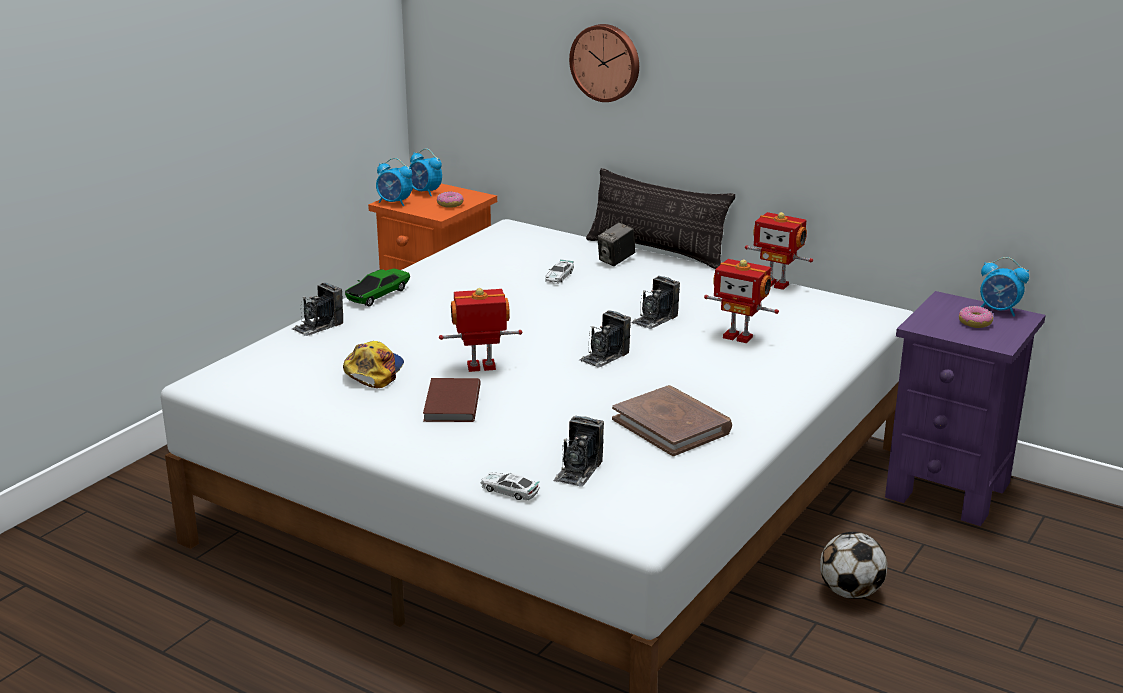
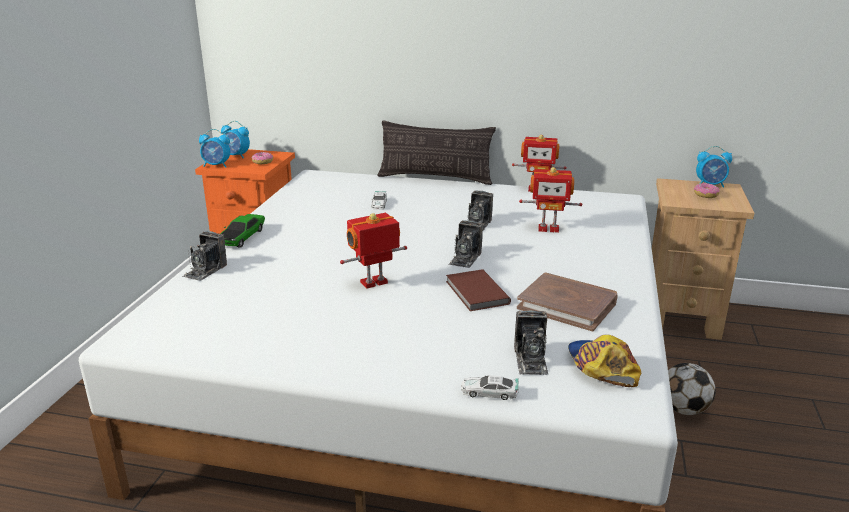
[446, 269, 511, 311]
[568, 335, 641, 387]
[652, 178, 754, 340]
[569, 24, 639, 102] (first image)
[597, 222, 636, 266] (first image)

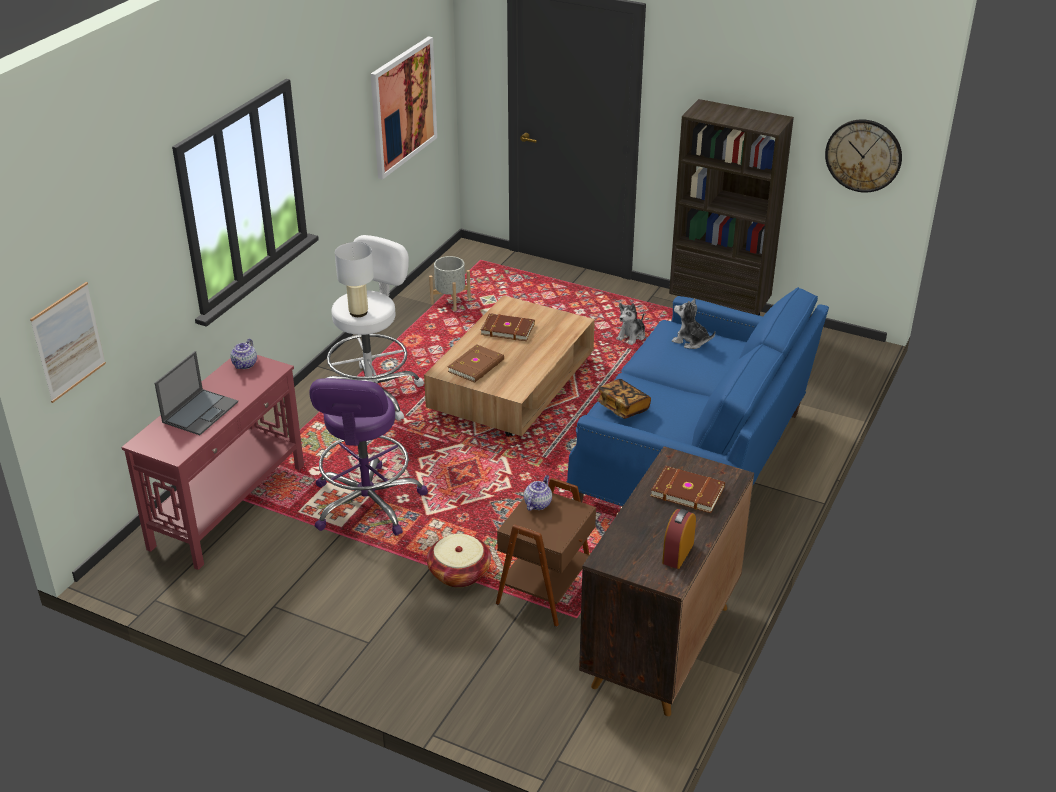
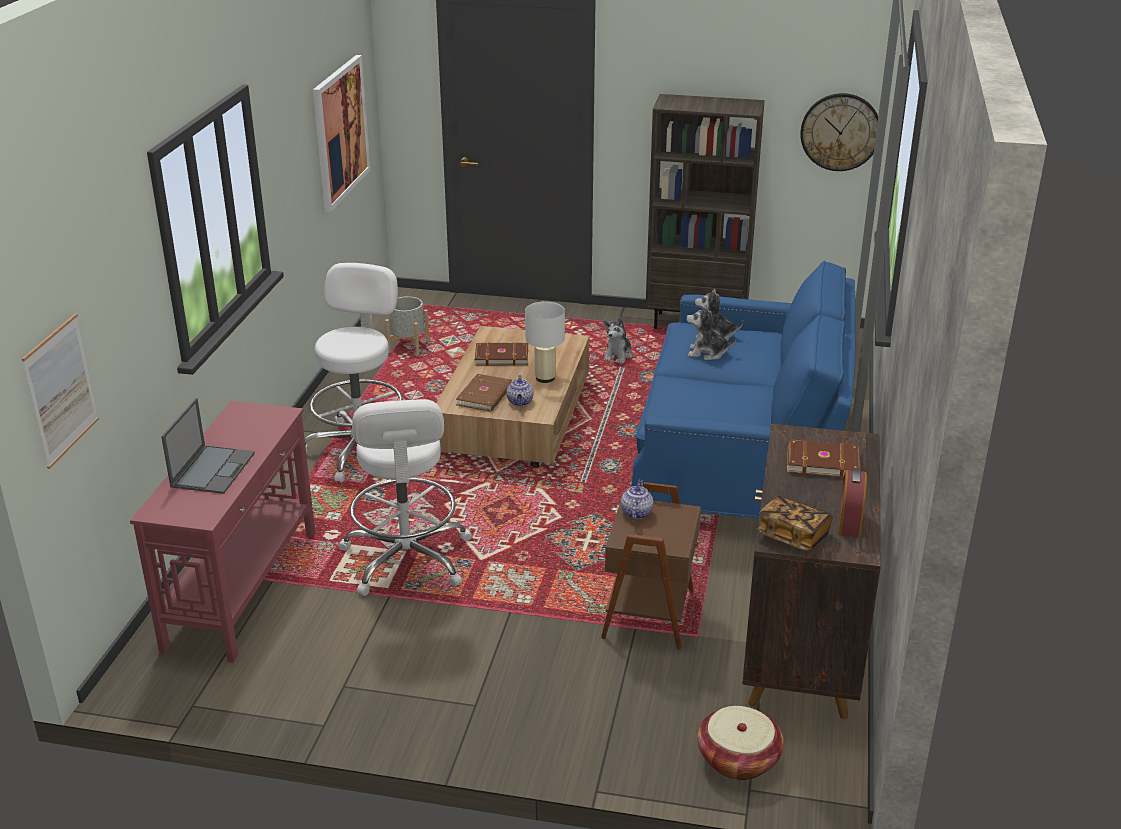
[338, 399, 472, 596]
[507, 375, 534, 406]
[525, 301, 565, 383]
[687, 305, 736, 361]
[697, 706, 784, 780]
[756, 496, 833, 551]

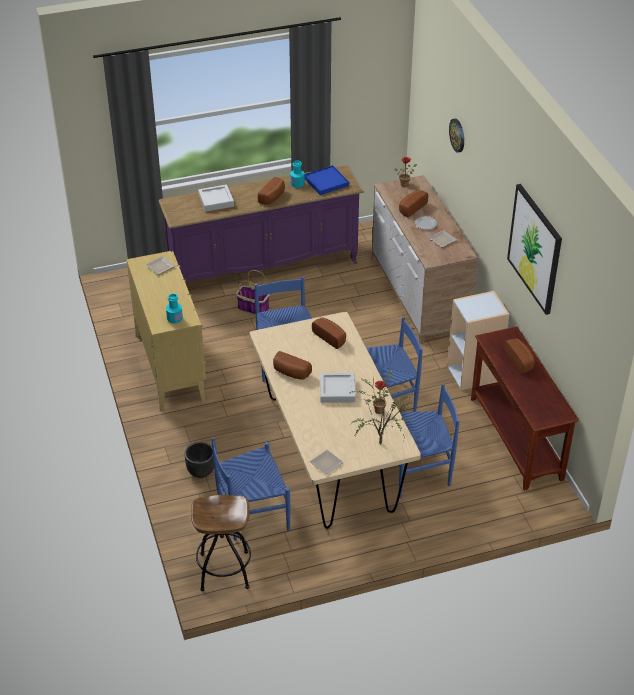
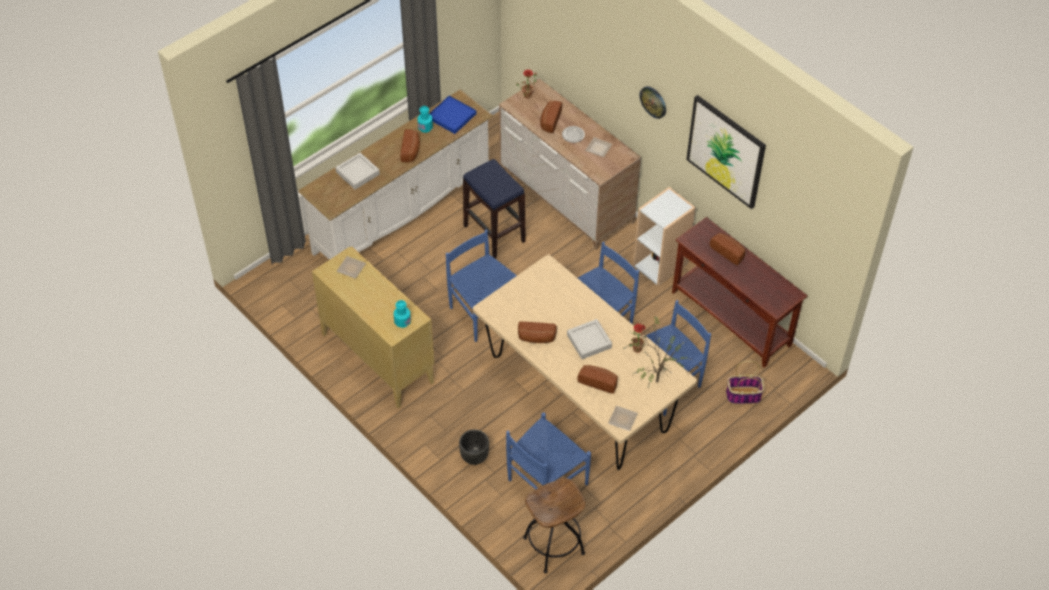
[298, 89, 493, 259]
[463, 159, 526, 258]
[577, 365, 618, 394]
[640, 86, 666, 119]
[726, 361, 764, 404]

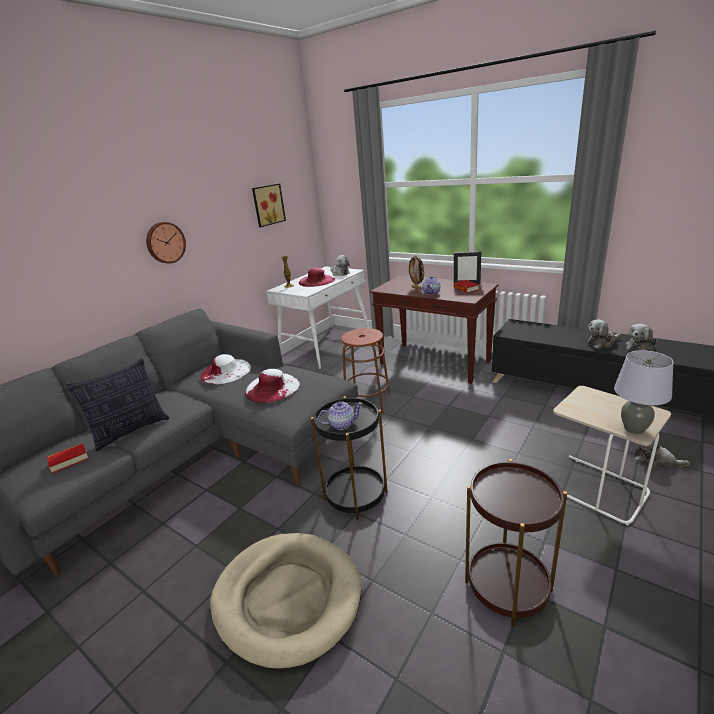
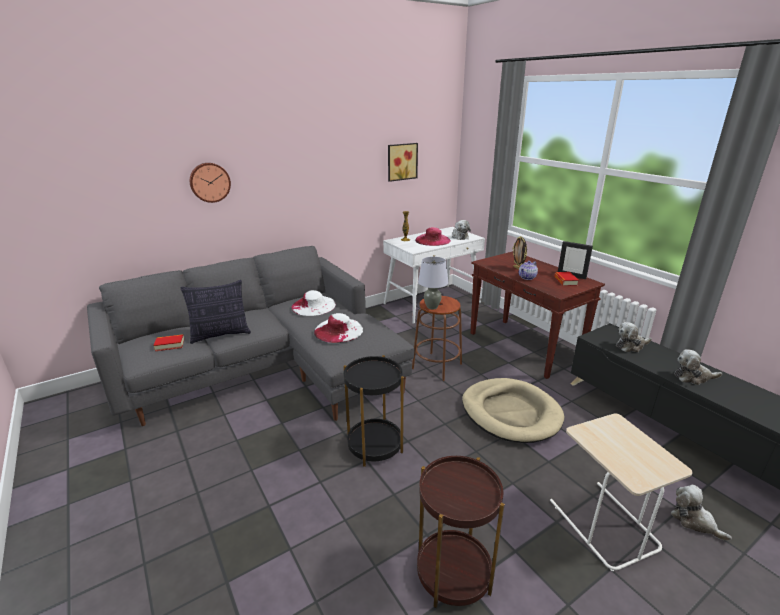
[190, 163, 231, 203]
[418, 257, 449, 309]
[462, 378, 564, 443]
[616, 322, 652, 352]
[318, 401, 362, 430] (first image)

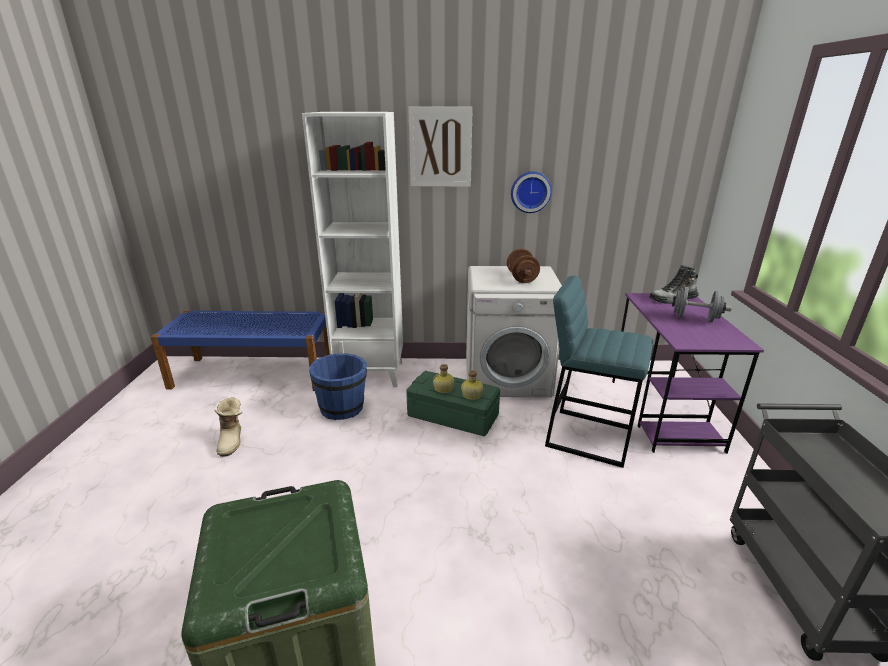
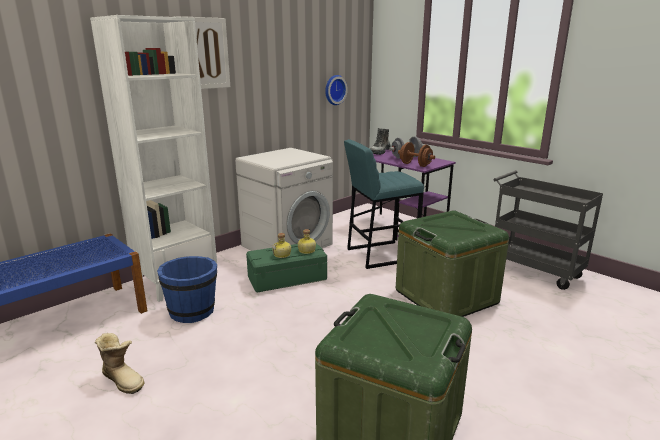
[325, 75, 348, 105]
[396, 210, 509, 317]
[398, 142, 435, 167]

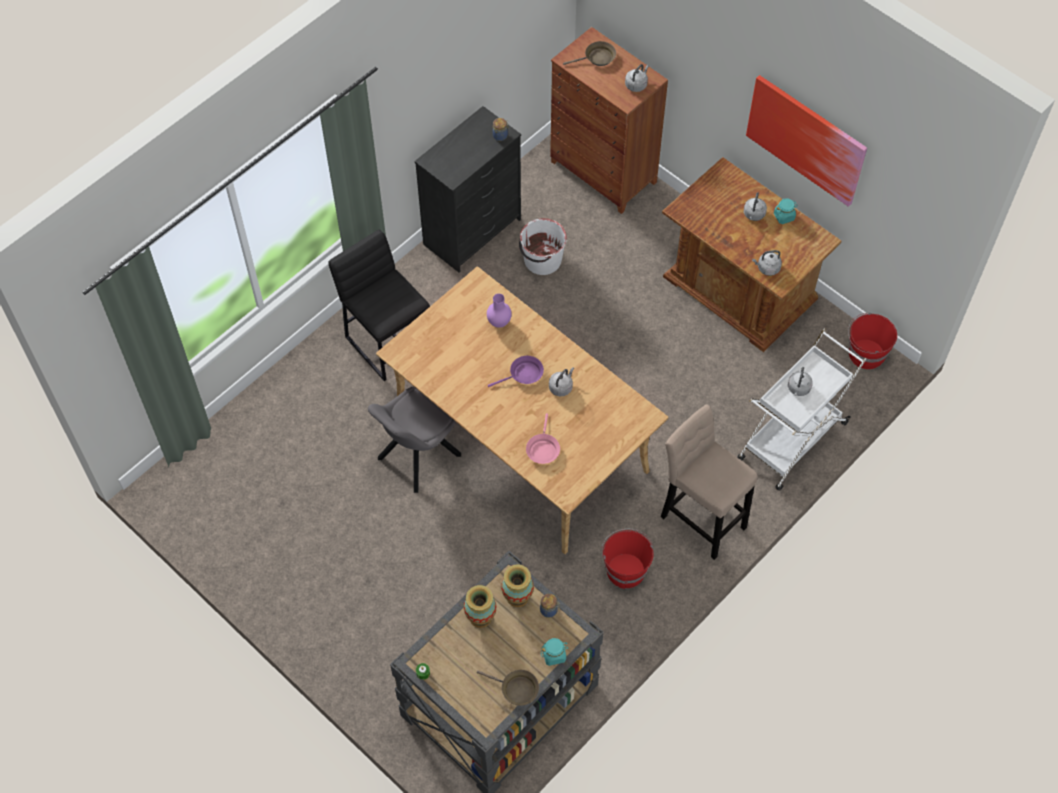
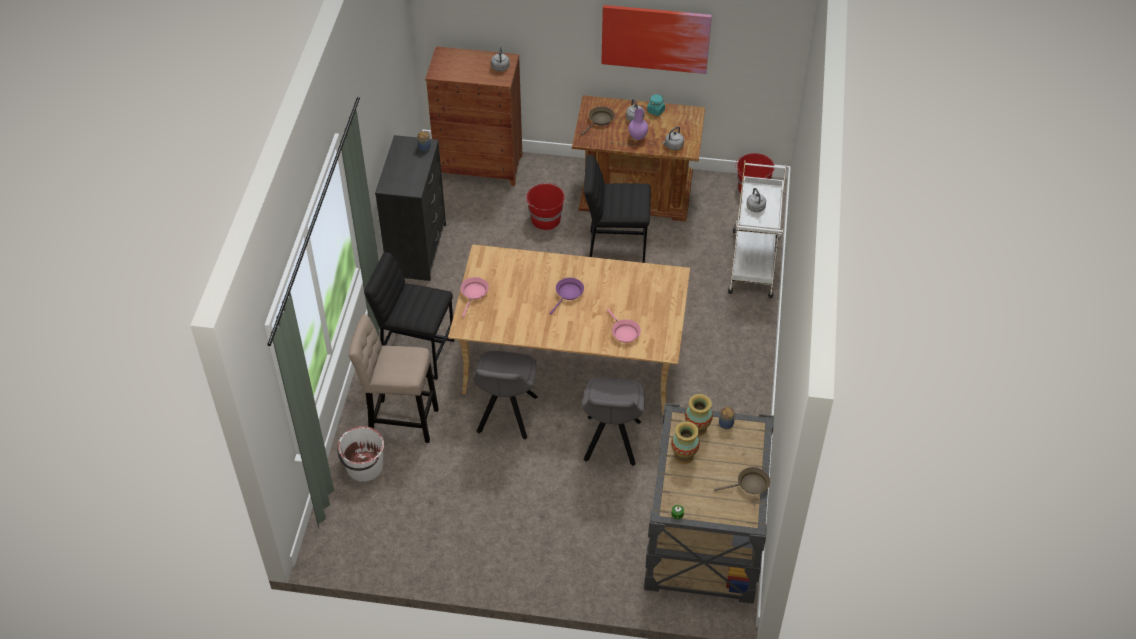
[337, 426, 384, 482]
[348, 314, 439, 443]
[460, 277, 489, 317]
[525, 182, 565, 230]
[581, 107, 615, 136]
[582, 377, 645, 466]
[584, 155, 651, 263]
[628, 108, 648, 140]
[541, 638, 569, 666] (first image)
[549, 367, 574, 396] (first image)

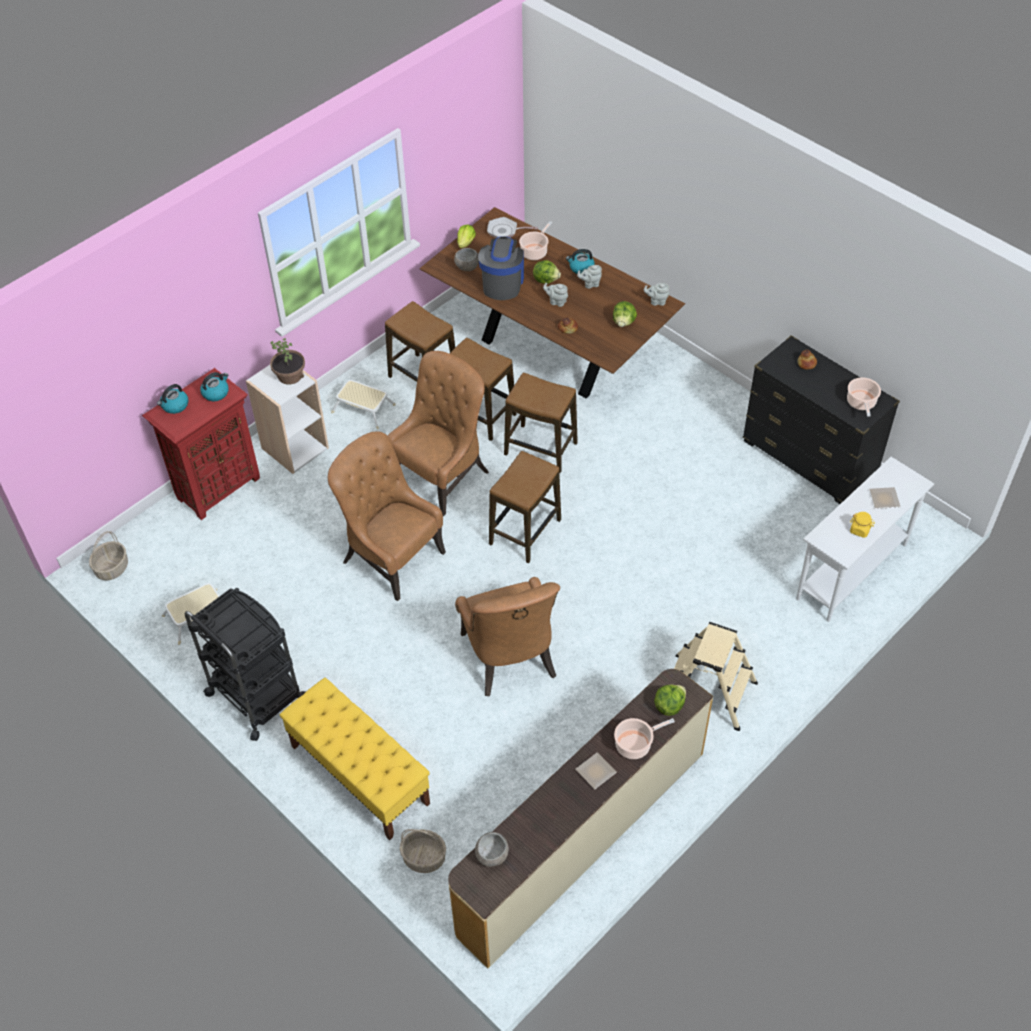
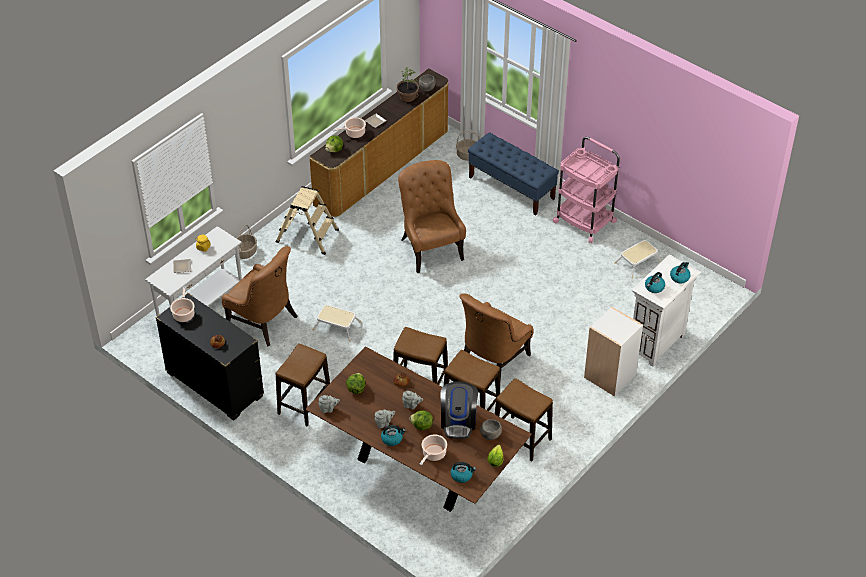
[222, 246, 297, 347]
[236, 225, 257, 259]
[275, 343, 330, 426]
[312, 305, 362, 342]
[396, 67, 419, 102]
[451, 462, 476, 483]
[468, 132, 559, 216]
[553, 137, 620, 243]
[632, 254, 701, 367]

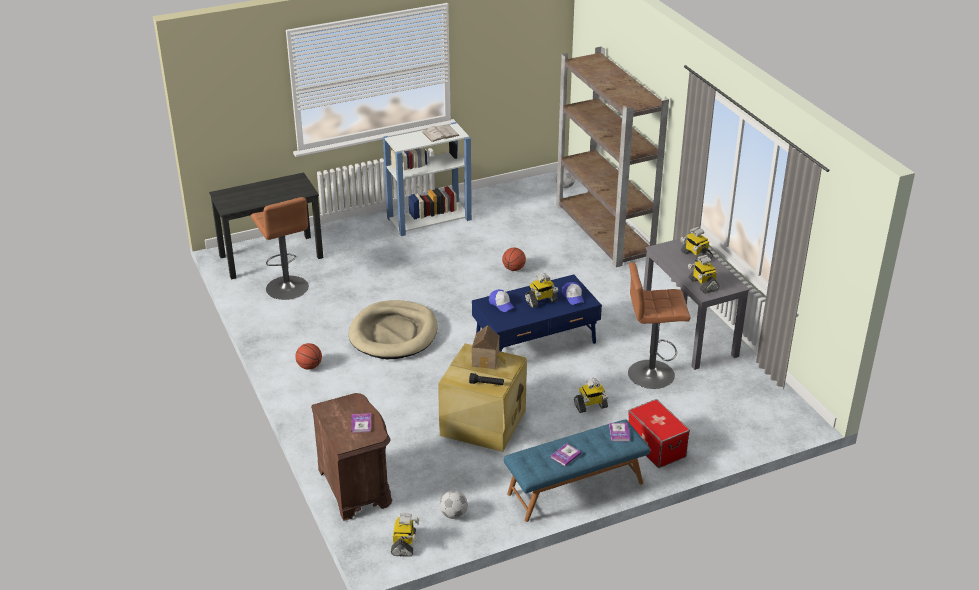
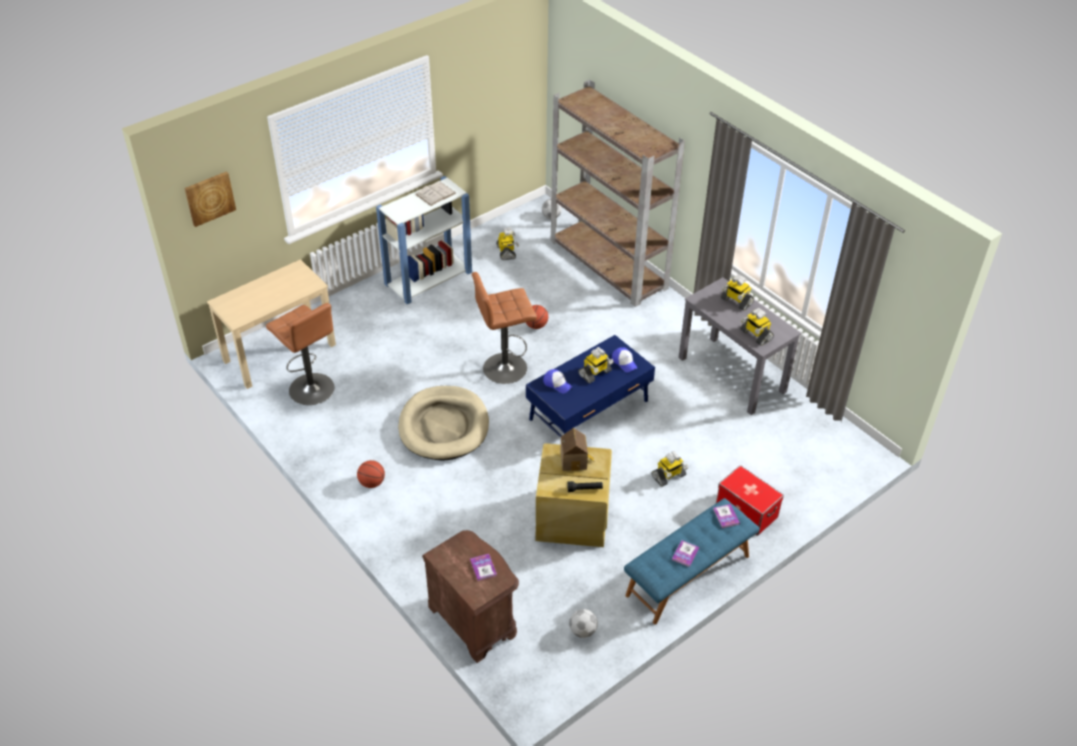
[185, 171, 236, 227]
[207, 259, 336, 389]
[472, 272, 537, 384]
[496, 228, 519, 260]

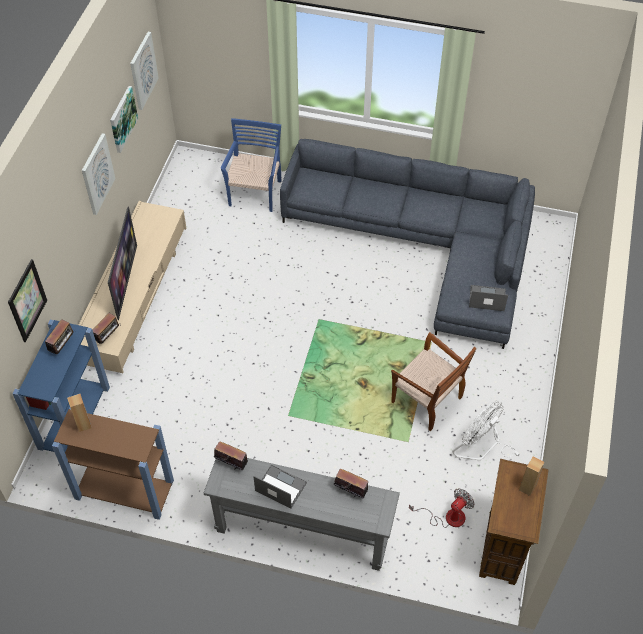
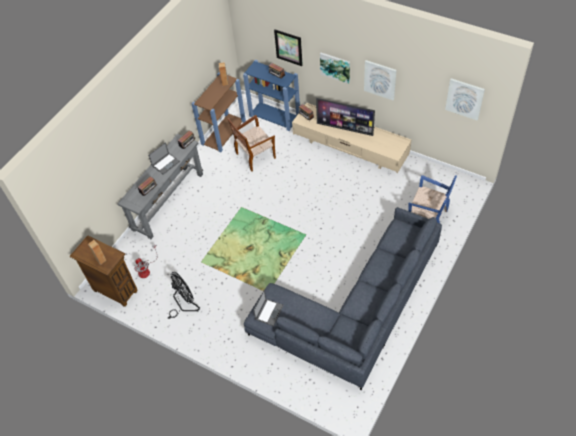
[167, 272, 200, 319]
[228, 115, 276, 172]
[320, 53, 350, 84]

